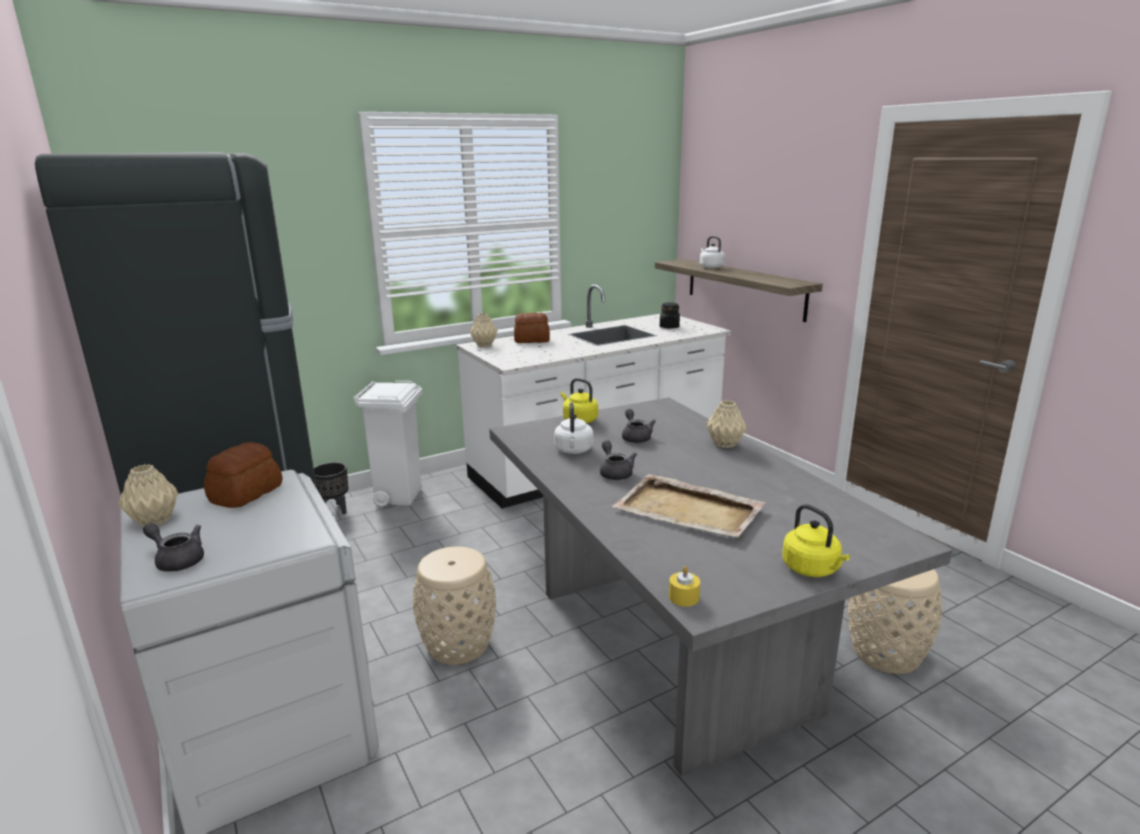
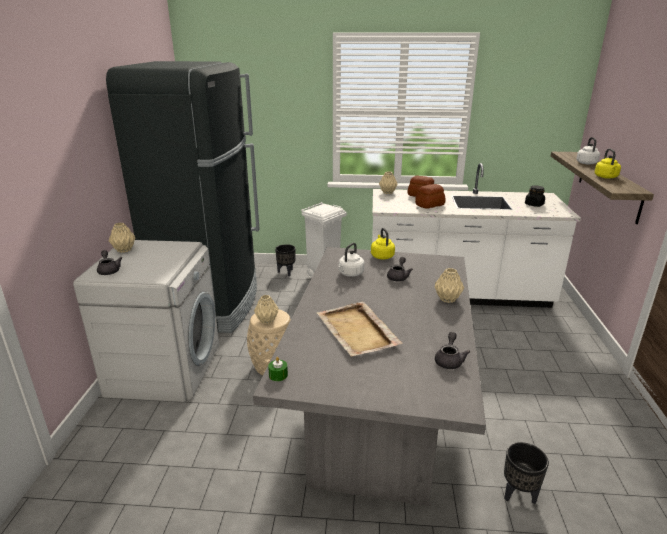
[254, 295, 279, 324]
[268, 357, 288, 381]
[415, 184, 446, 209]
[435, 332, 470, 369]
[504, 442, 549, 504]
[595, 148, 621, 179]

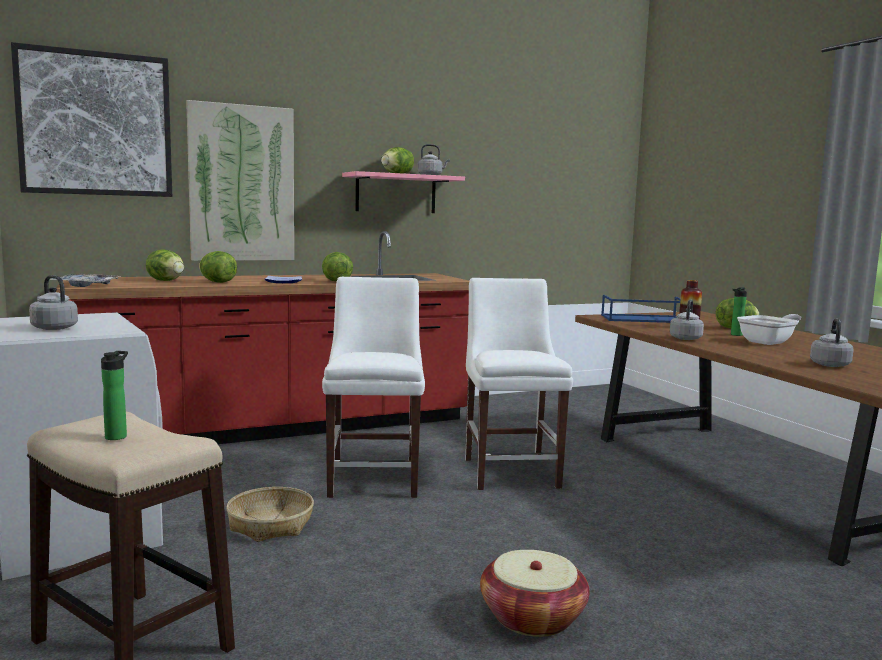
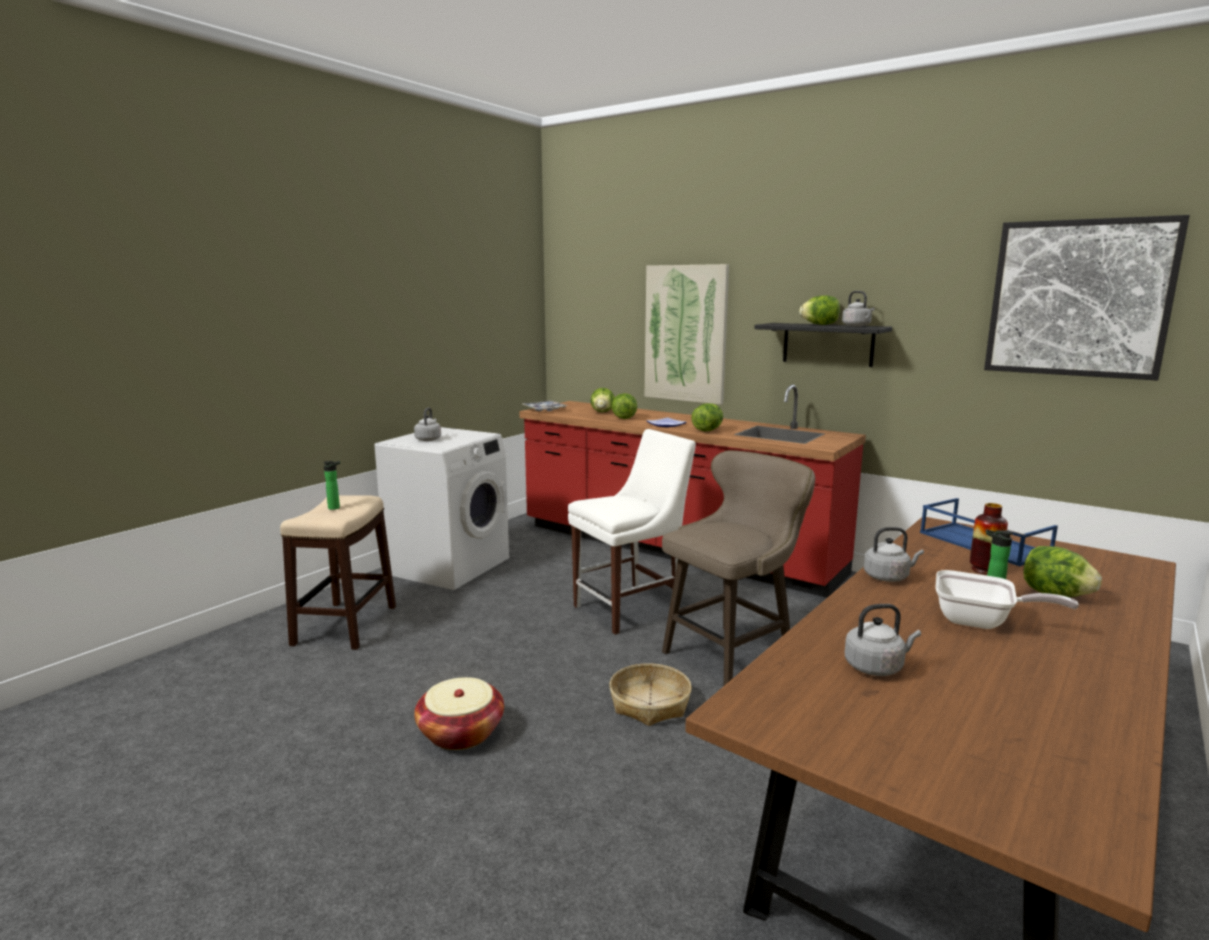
[609, 663, 692, 726]
[662, 450, 815, 686]
[754, 323, 892, 367]
[984, 215, 1190, 381]

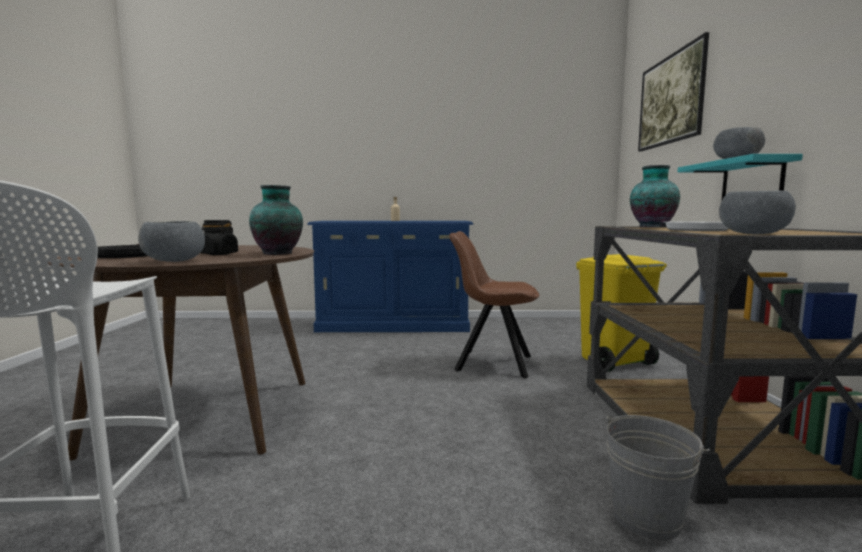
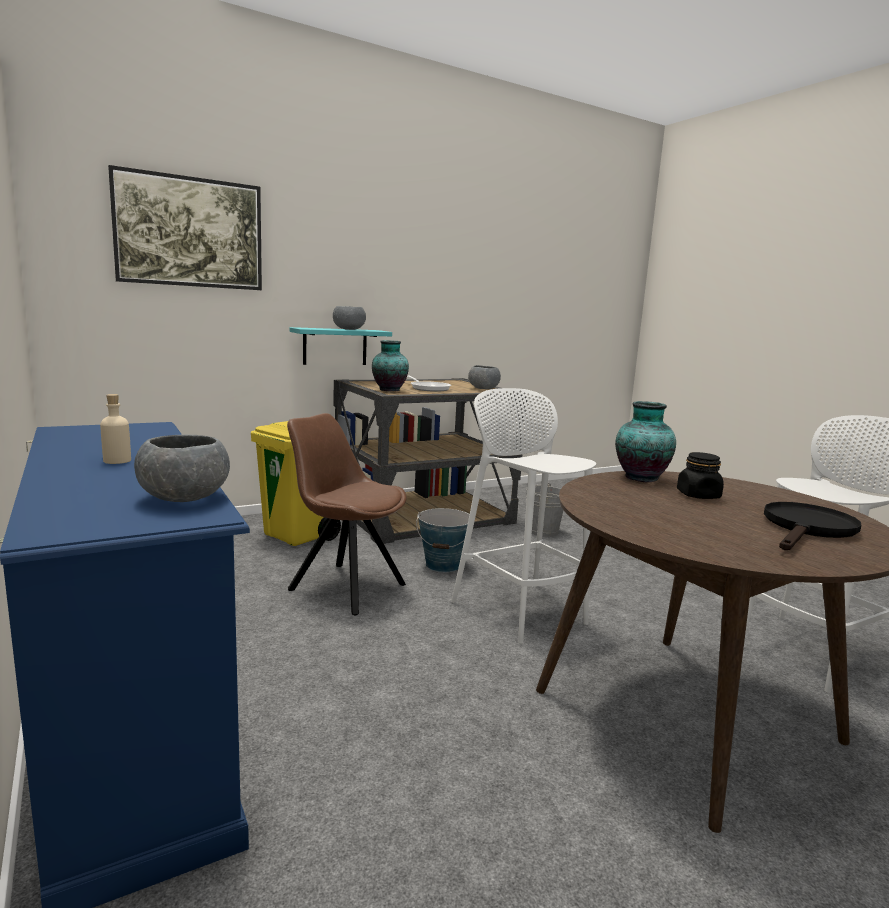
[134, 435, 230, 502]
[287, 413, 407, 615]
[416, 508, 470, 572]
[451, 388, 596, 644]

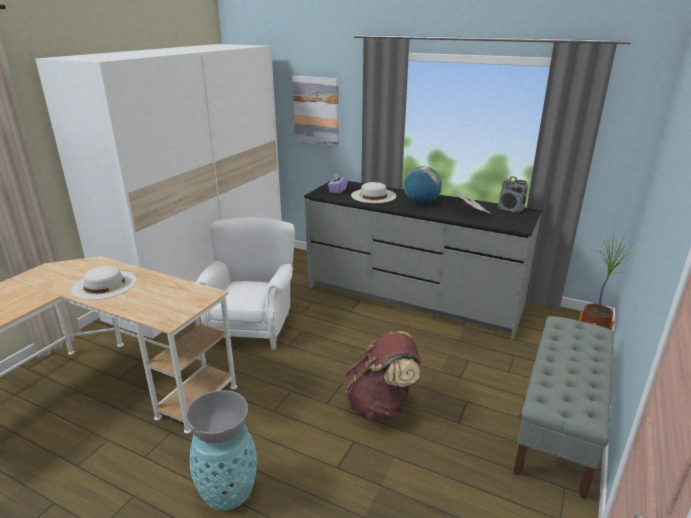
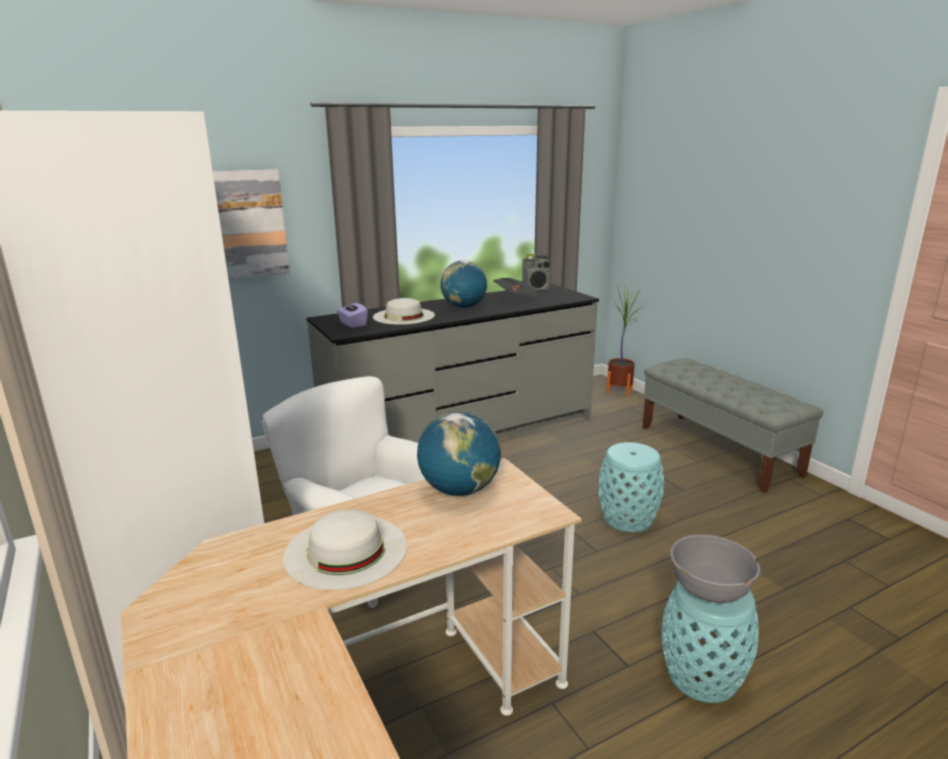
[417, 411, 501, 496]
[598, 442, 664, 532]

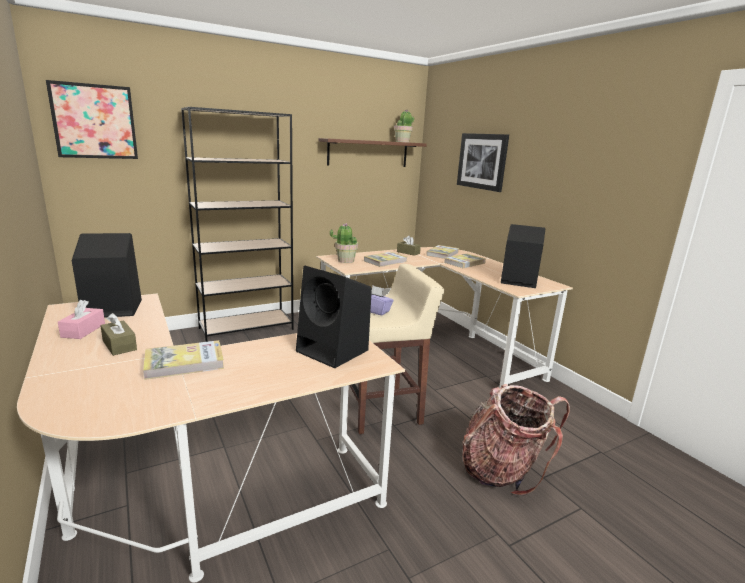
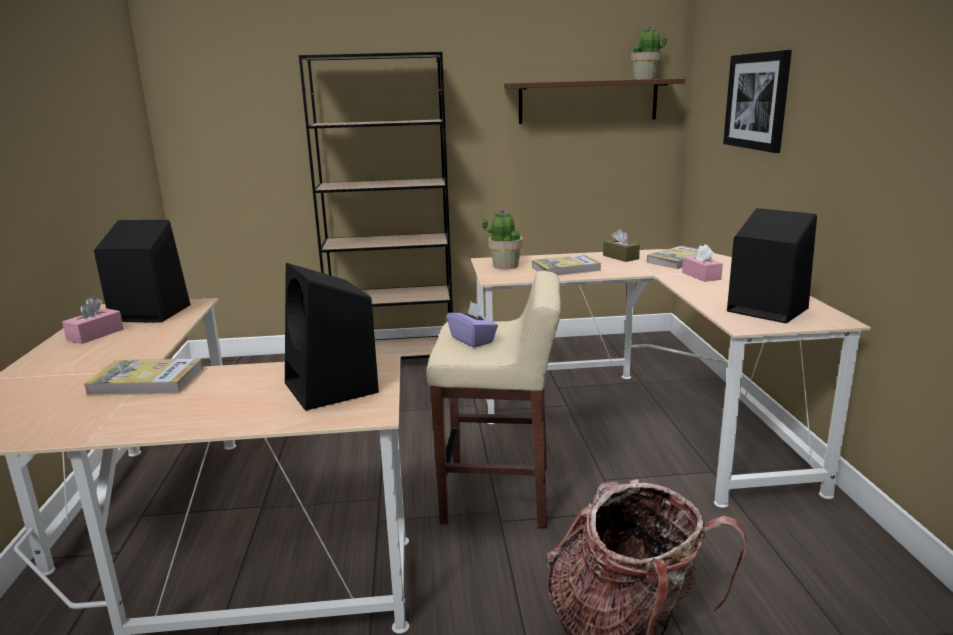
[682, 244, 723, 282]
[46, 80, 138, 159] (first image)
[100, 313, 137, 356] (first image)

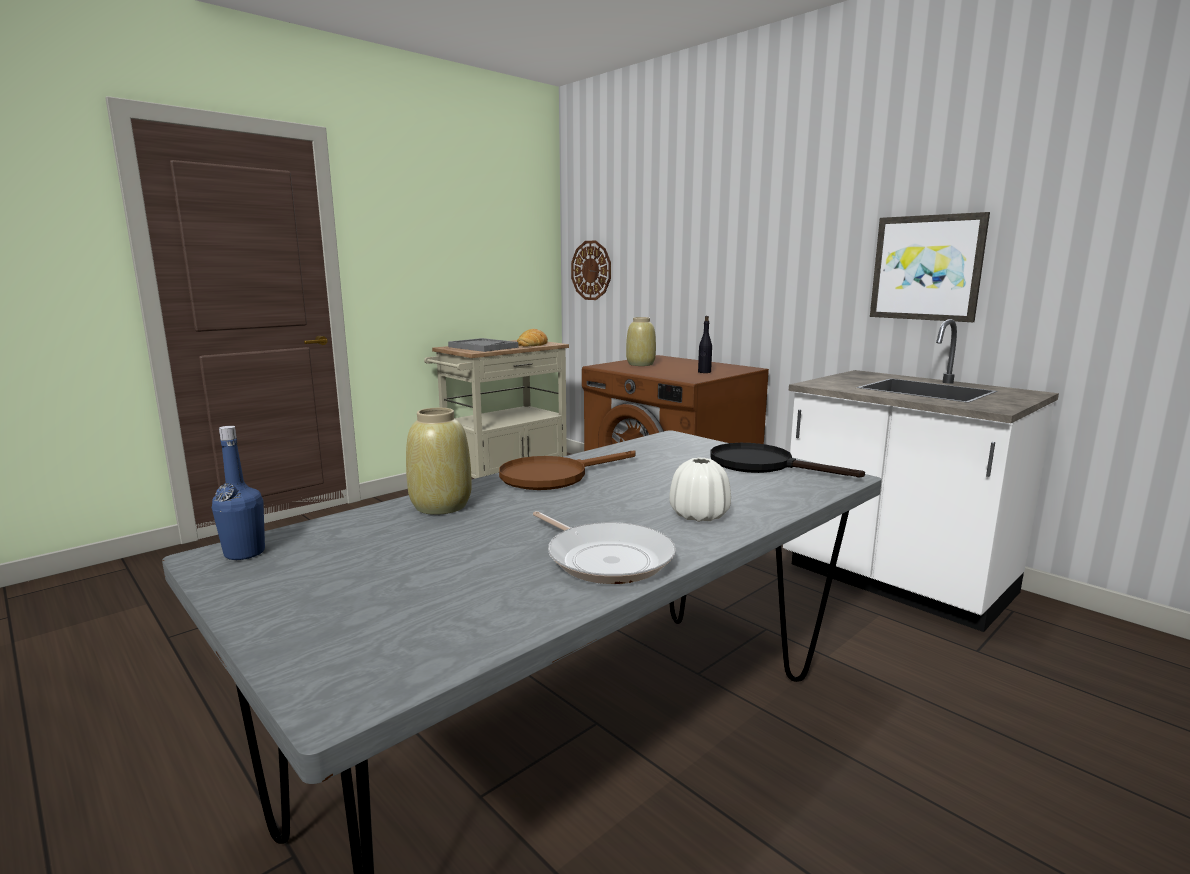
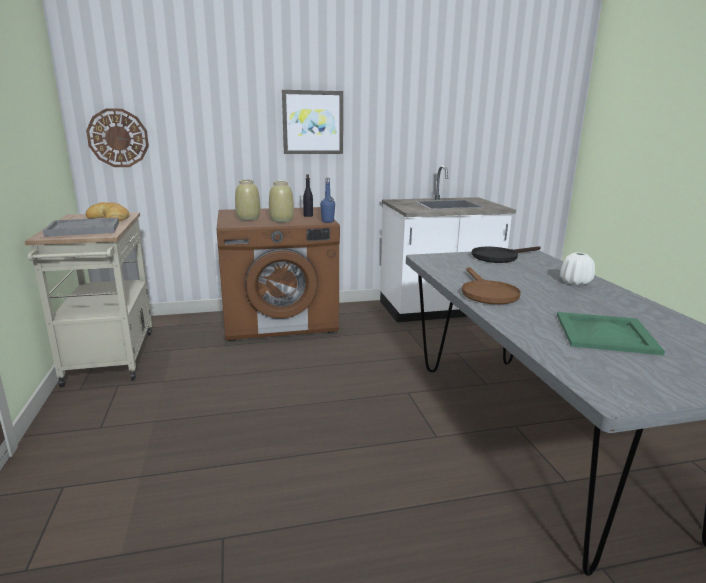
[269, 181, 294, 222]
[282, 90, 343, 154]
[320, 178, 335, 223]
[557, 312, 665, 355]
[533, 511, 676, 584] (first image)

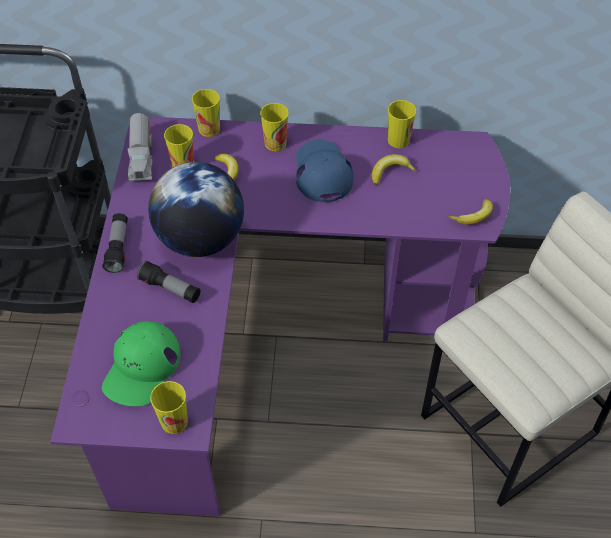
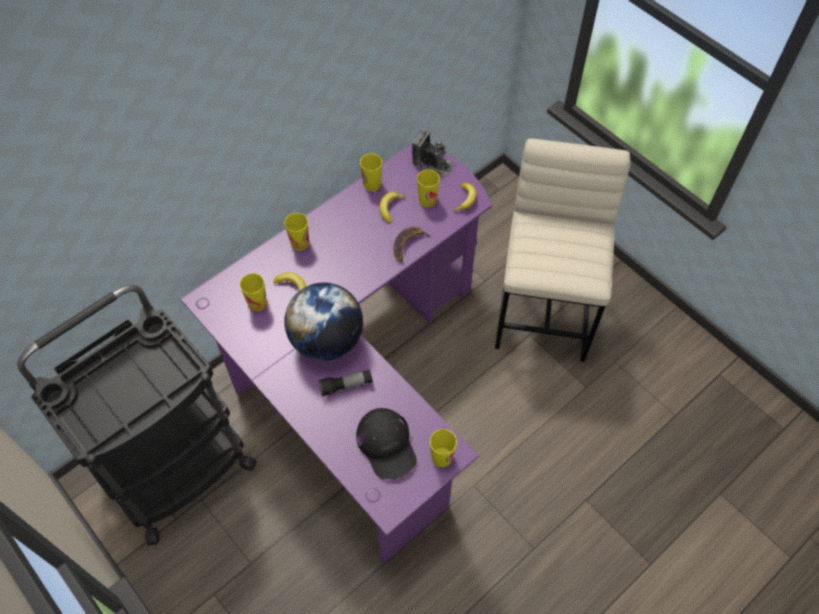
[356, 408, 417, 479]
[394, 226, 431, 262]
[412, 129, 455, 177]
[417, 169, 440, 207]
[102, 213, 128, 273] (first image)
[128, 113, 152, 181] (first image)
[296, 140, 354, 202] (first image)

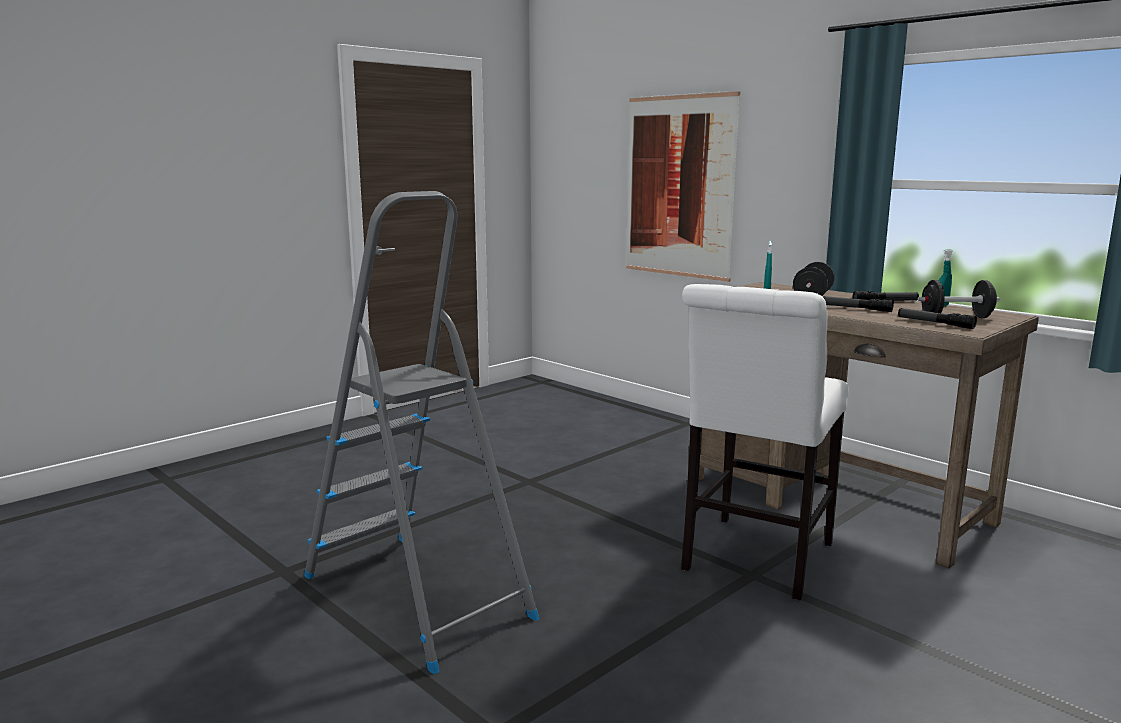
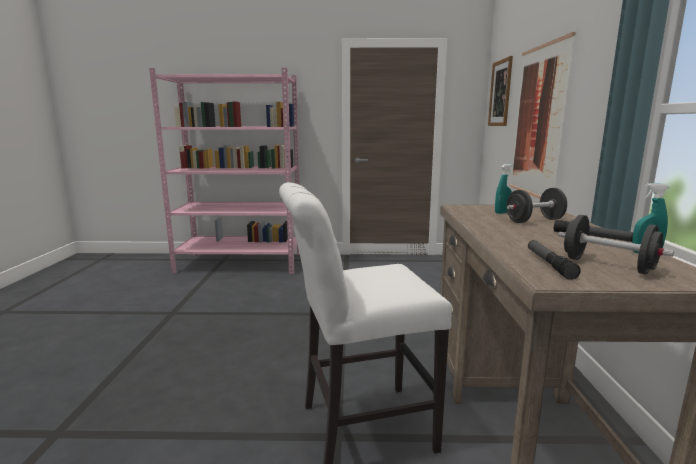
[149, 68, 300, 274]
[488, 56, 513, 126]
[304, 191, 539, 674] (first image)
[823, 296, 894, 312] (first image)

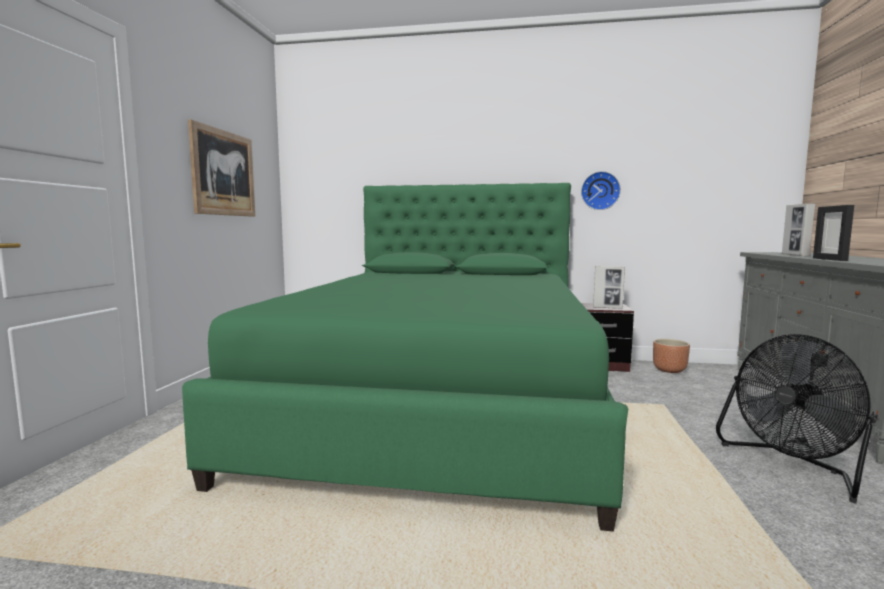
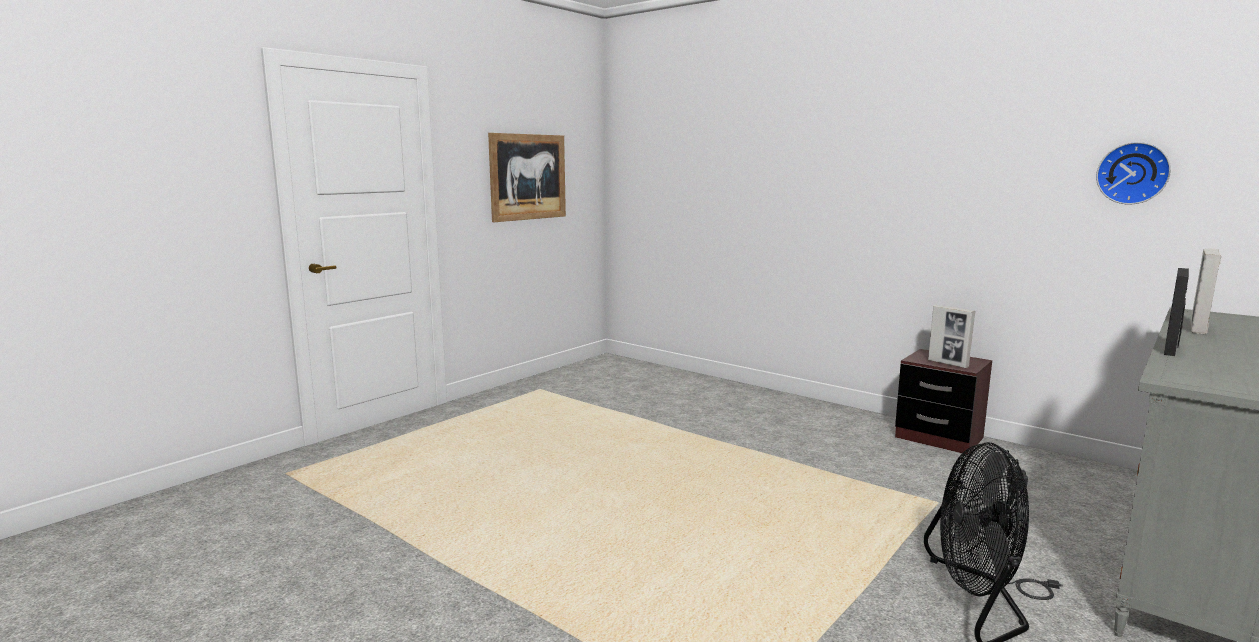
[1096, 142, 1171, 205]
[182, 183, 628, 532] (first image)
[653, 339, 690, 373] (first image)

